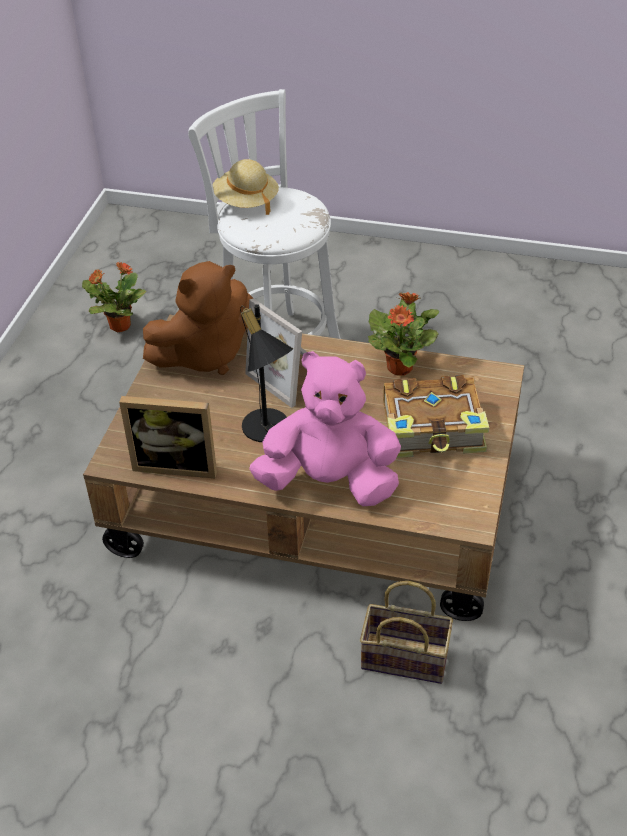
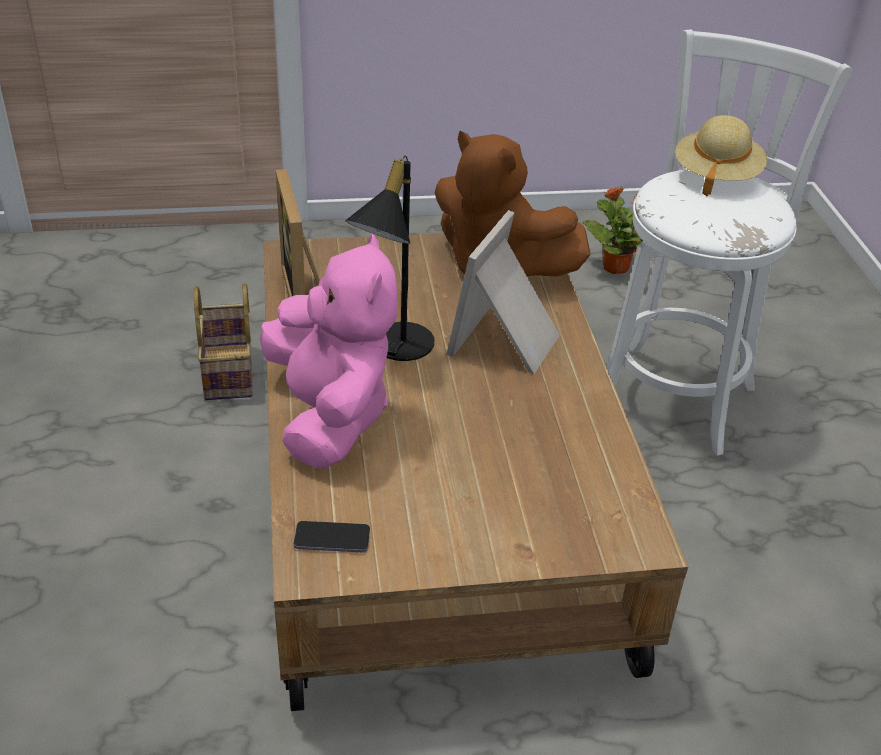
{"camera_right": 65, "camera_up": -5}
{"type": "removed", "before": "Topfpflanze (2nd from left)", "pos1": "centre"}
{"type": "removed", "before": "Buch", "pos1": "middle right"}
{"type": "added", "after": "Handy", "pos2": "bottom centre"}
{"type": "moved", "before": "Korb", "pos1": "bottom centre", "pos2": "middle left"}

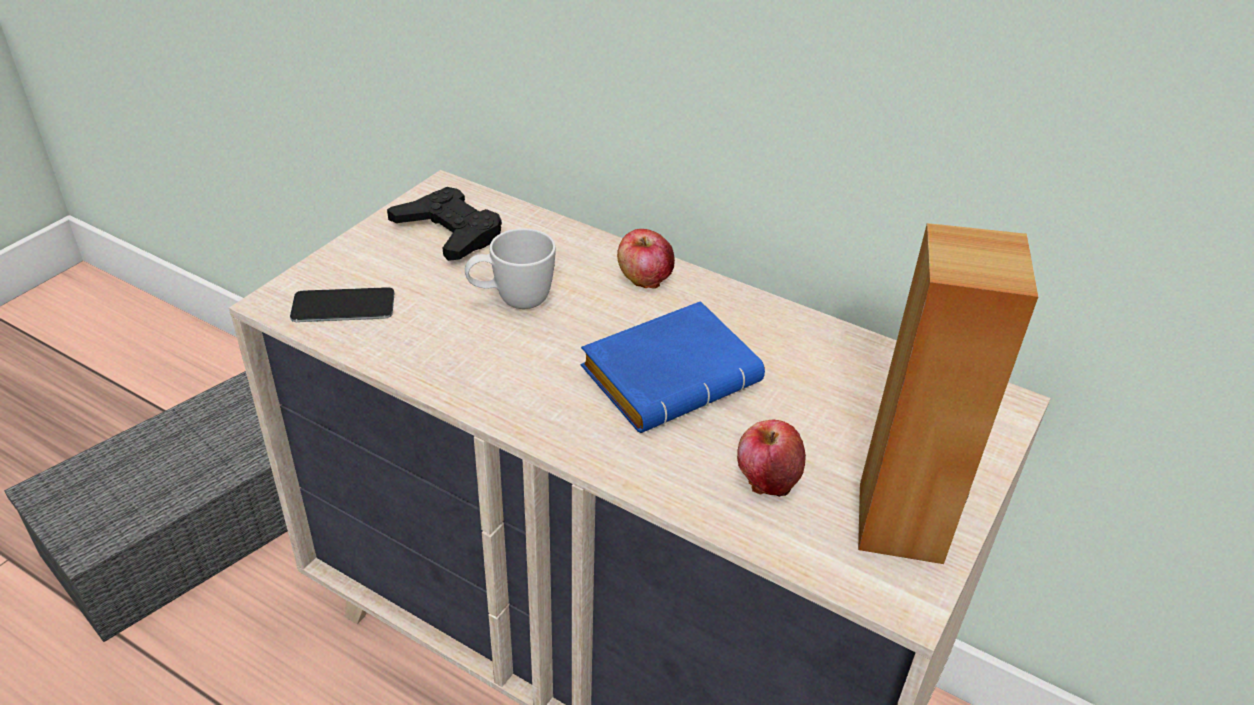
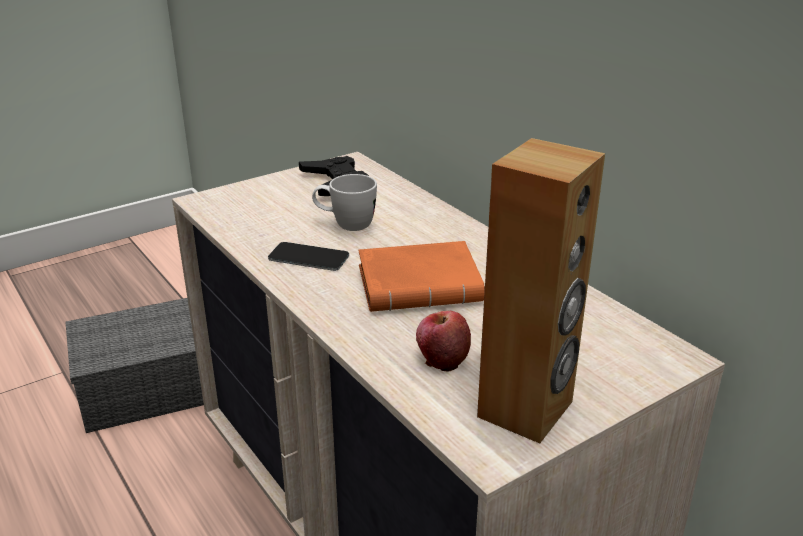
{"camera_right": 25, "camera_up": -10}
{"type": "removed", "before": "Apfel (1st from left)", "pos1": "centre"}
{"type": "moved", "before": "Handy", "pos1": "middle left", "pos2": "centre"}
{"type": "recoloured", "before": "Buch [blau]", "after": "Buch [orange]", "pos1": "centre", "pos2": "centre"}

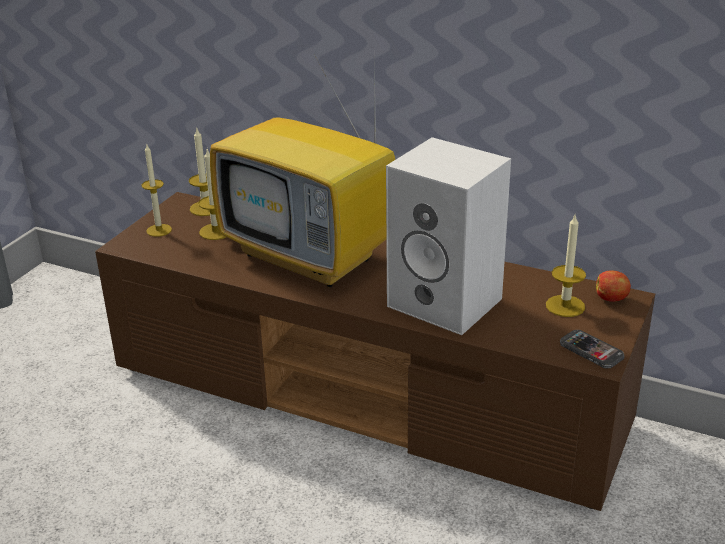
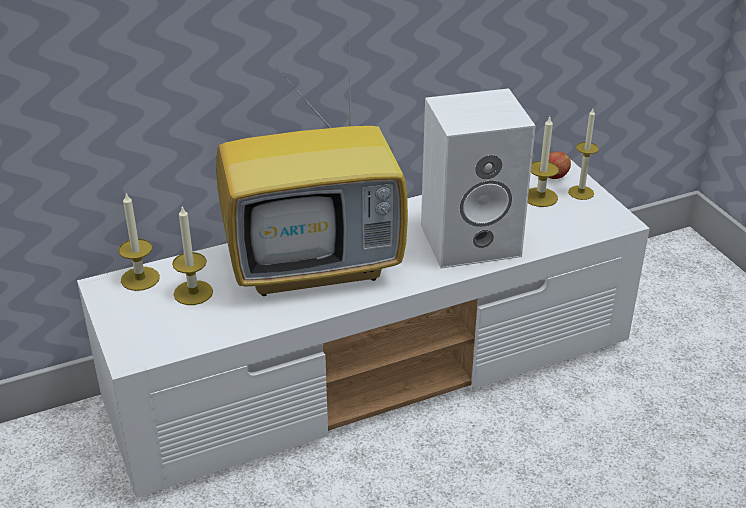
{"camera_right": -50, "camera_up": 5}
{"type": "removed", "before": "Handy", "pos1": "middle right"}
{"type": "moved", "before": "Kerze (1st from left in the first image)", "after": "Kerze (4th from left)", "pos1": "middle left", "pos2": "top right"}
{"type": "recoloured", "before": "Fernsehschrank [braun]", "after": "Fernsehschrank [weiß]", "pos1": "centre", "pos2": "centre"}

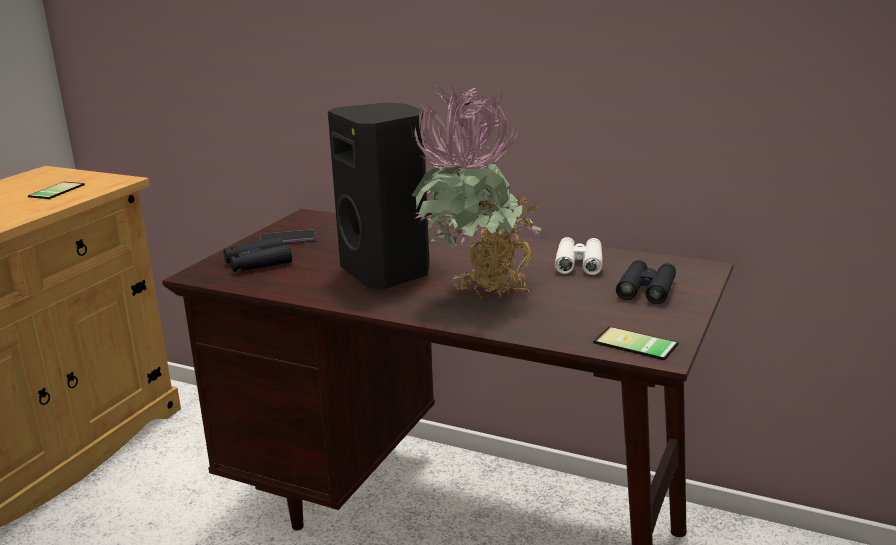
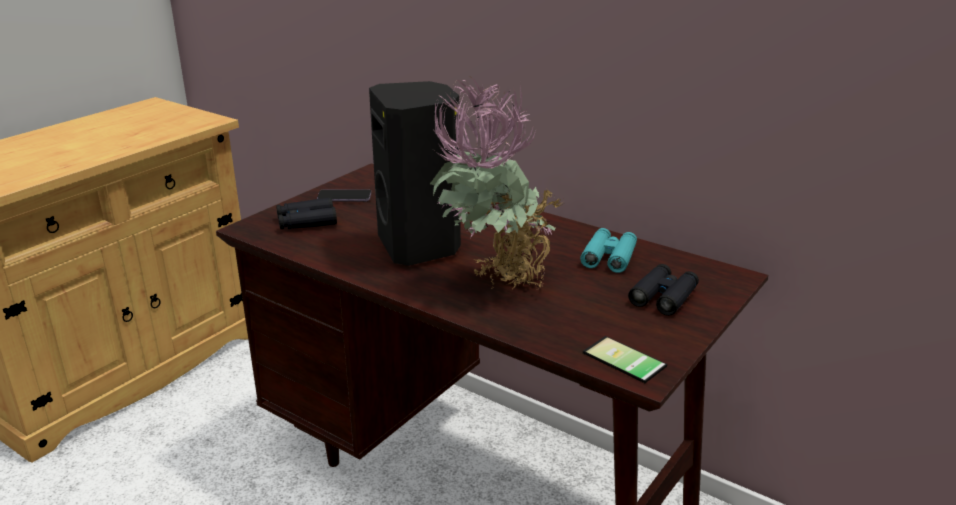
{"camera_right": 10, "camera_up": 5}
{"type": "removed", "before": "Handy (1st from left)", "pos1": "middle left"}
{"type": "recoloured", "before": "Fernglas [weiß]", "after": "Fernglas [türkis]", "pos1": "centre", "pos2": "centre"}

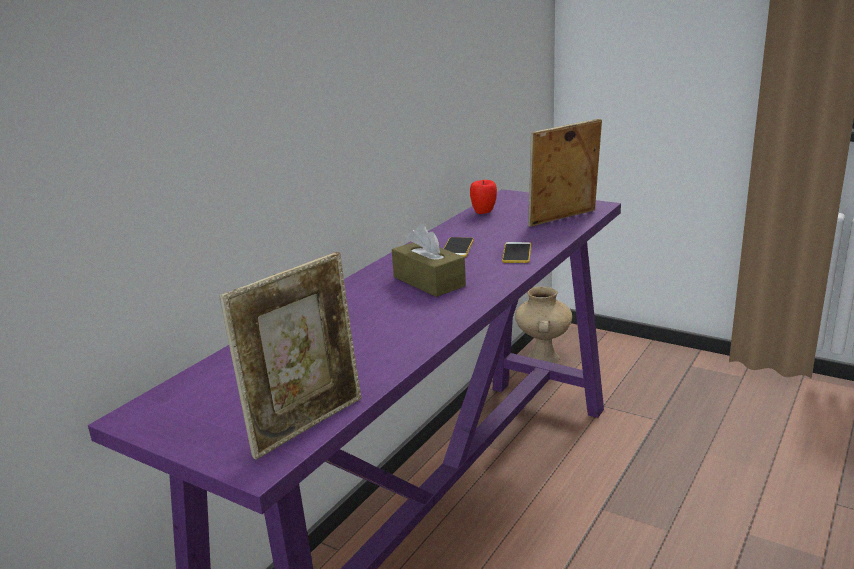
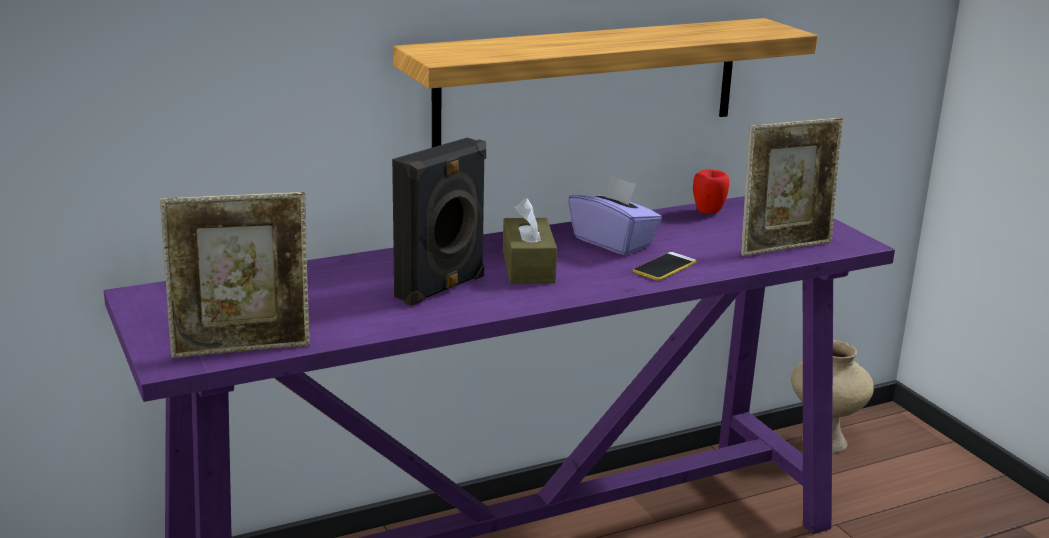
{"camera_right": 30, "camera_up": 0}
{"type": "added", "after": "Lautsprecher [schwarz]", "pos2": "centre"}
{"type": "added", "after": "Wandregal", "pos2": "top centre"}
{"type": "replaced", "before": "Handy (1st from left)", "after": "Taschentuchbox [lila]", "pos1": "centre", "pos2": "centre"}
{"type": "turned", "before": "Bilderrahmen (2nd from left)", "pos1": "top centre", "pos2": "middle right", "turn": 150}

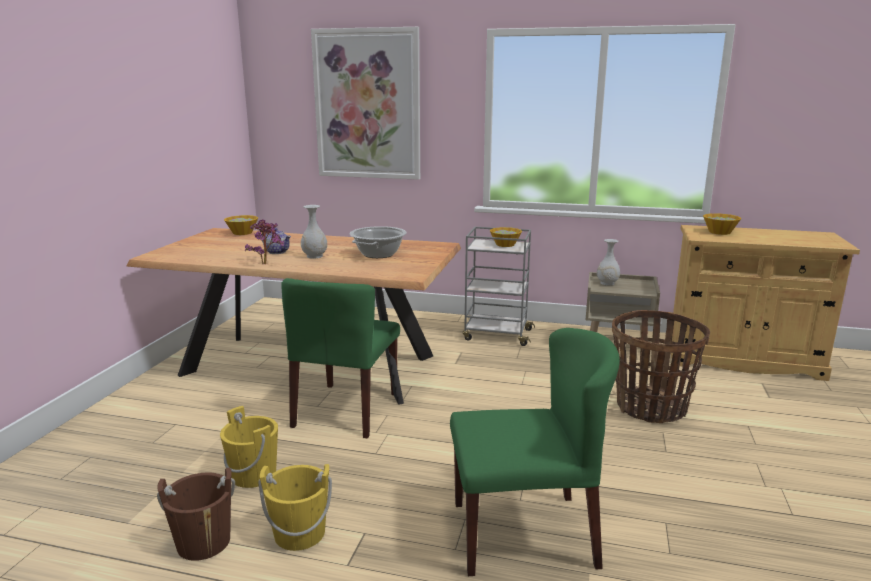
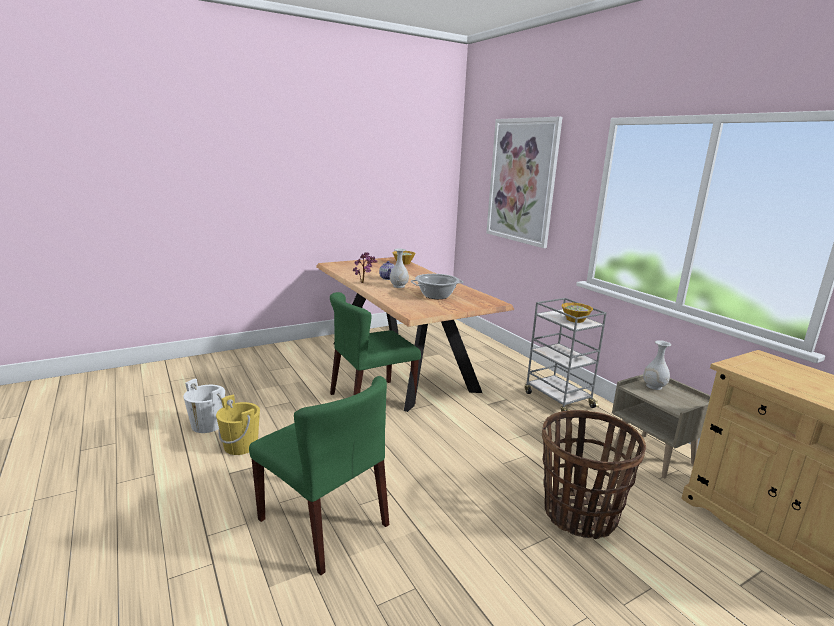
{"camera_right": 45, "camera_up": 0}
{"type": "removed", "before": "Eimer [gelb] (1st from left)", "pos1": "bottom left"}
{"type": "removed", "before": "Schüssel (3rd from left)", "pos1": "middle right"}
{"type": "recoloured", "before": "Eimer [braun]", "after": "Eimer [weiß]", "pos1": "bottom left", "pos2": "middle left"}

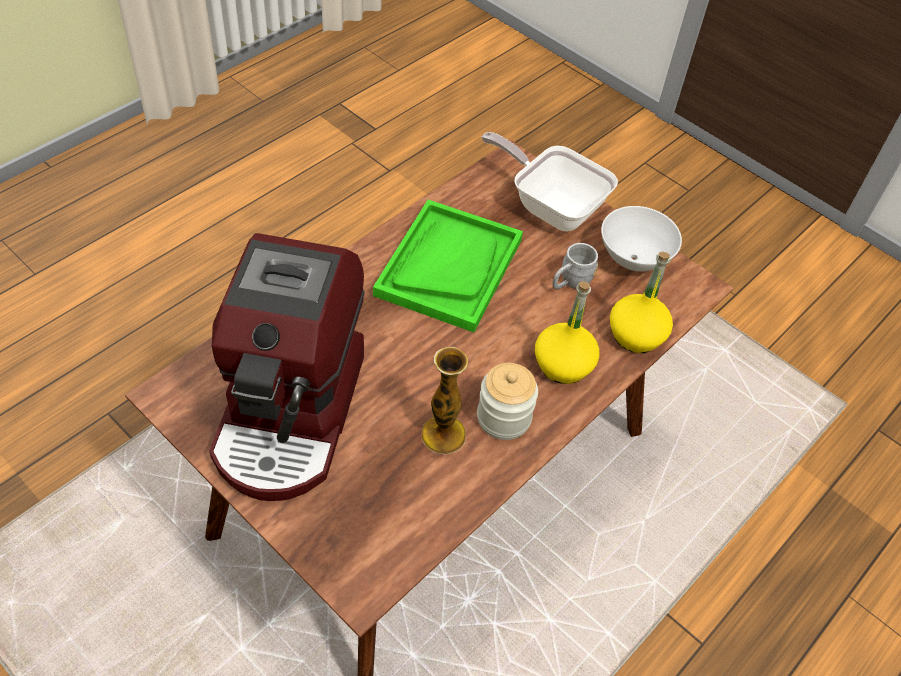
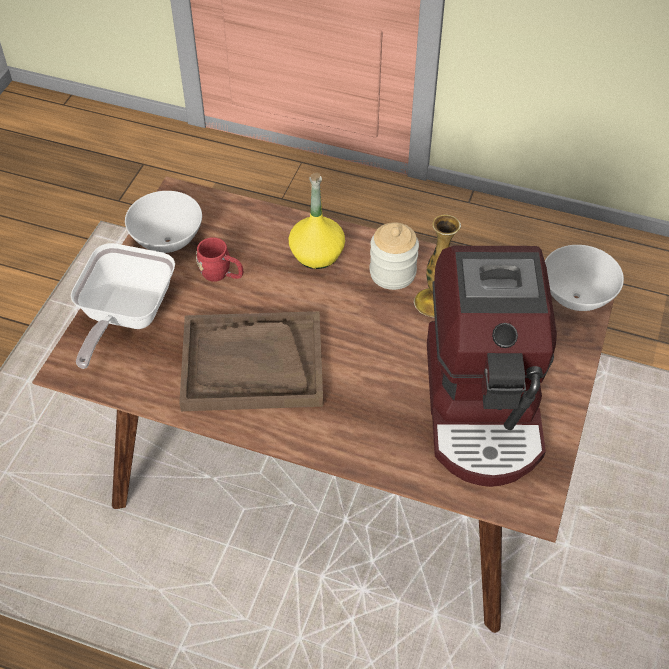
{"camera_right": -110, "camera_up": 0}
{"type": "removed", "before": "Flasche [gelb] (2nd from left)", "pos1": "middle right"}
{"type": "added", "after": "Schüssel [weiß] (2nd from left)", "pos2": "middle right"}
{"type": "recoloured", "before": "Tablett [grün]", "after": "Tablett [braun]", "pos1": "centre", "pos2": "centre"}
{"type": "recoloured", "before": "Henkelbecher [grau]", "after": "Henkelbecher [rot]", "pos1": "centre", "pos2": "middle left"}
{"type": "turned", "before": "Kaffeemaschine", "pos1": "middle left", "pos2": "middle right", "turn": 105}

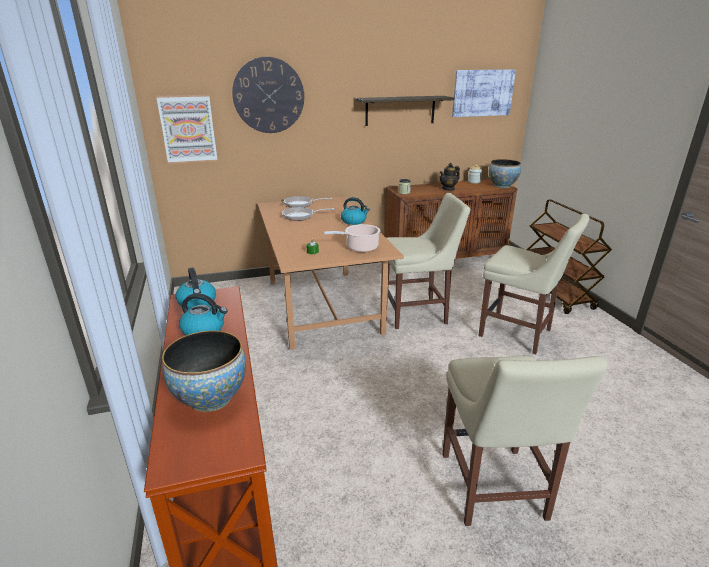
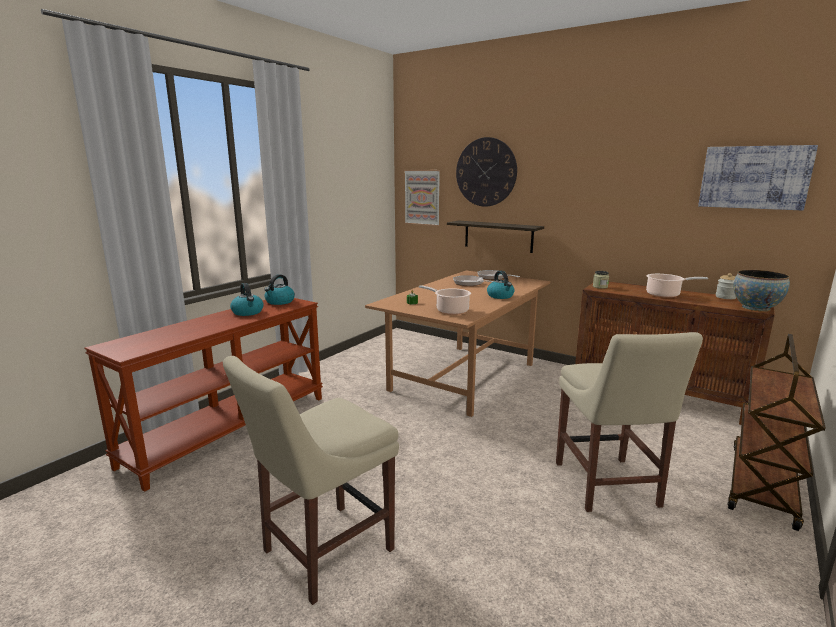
{"camera_right": 50, "camera_up": -10}
{"type": "removed", "before": "Schüssel (1st from left)", "pos1": "middle left"}
{"type": "removed", "before": "Stuhl [beige] (1st from left)", "pos1": "centre"}
{"type": "moved", "before": "Wandregal", "pos1": "top centre", "pos2": "centre"}
{"type": "replaced", "before": "Teekanne", "after": "Kochtopf (2nd from left)", "pos1": "top centre", "pos2": "middle right"}

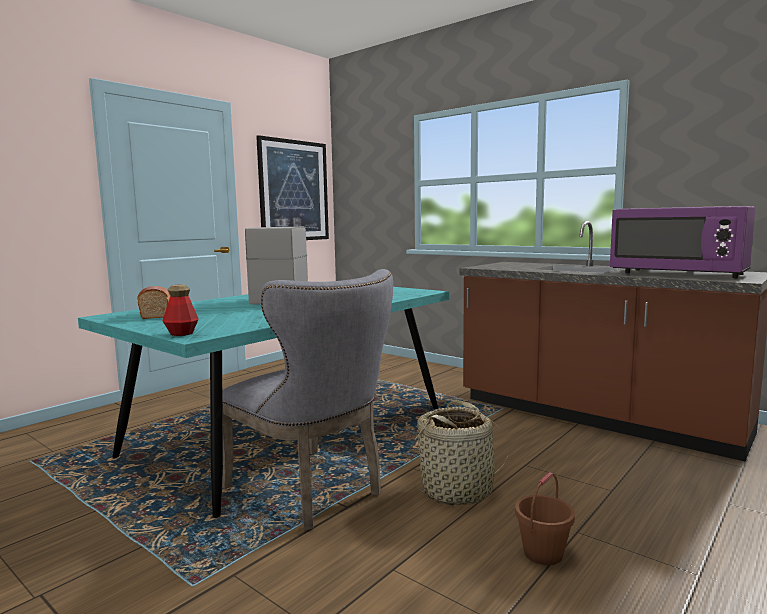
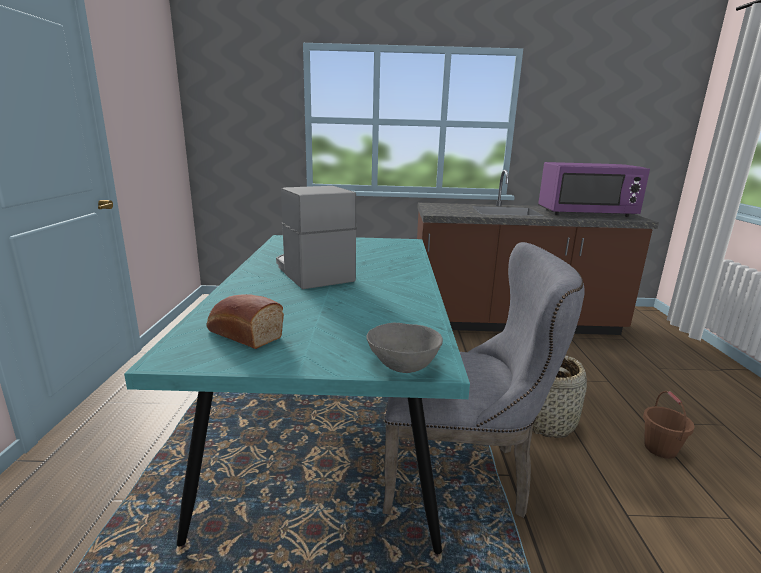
{"camera_right": -40, "camera_up": 10}
{"type": "removed", "before": "Bild", "pos1": "top centre"}
{"type": "replaced", "before": "Flasche", "after": "Schüssel [grau]", "pos1": "middle left", "pos2": "centre"}

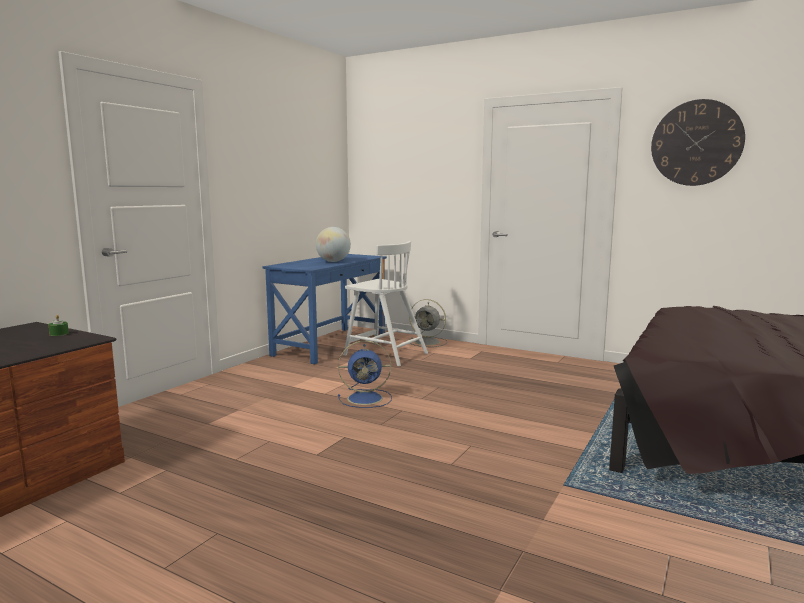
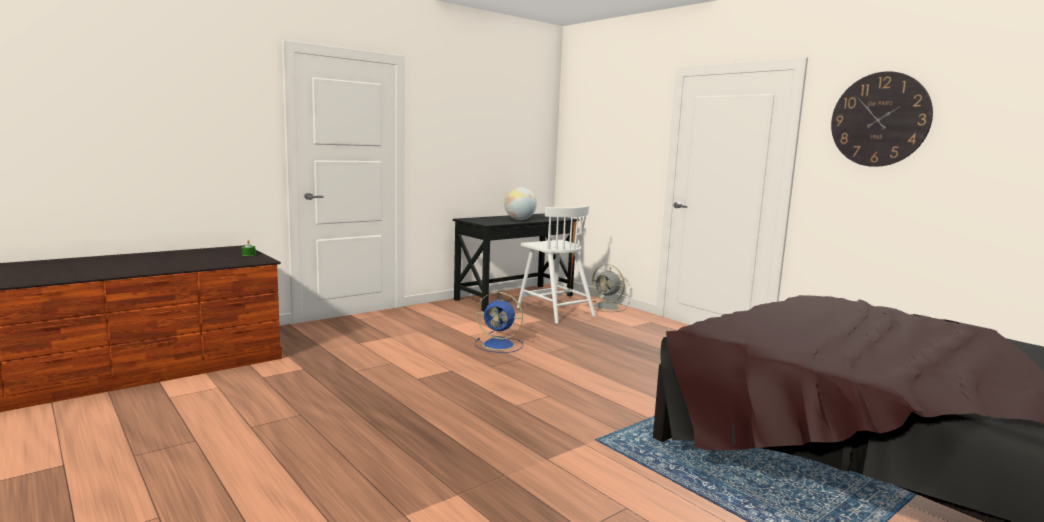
{"camera_right": 20, "camera_up": 0}
{"type": "recoloured", "before": "Schreibtisch [blau]", "after": "Schreibtisch [schwarz]", "pos1": "centre", "pos2": "centre"}

